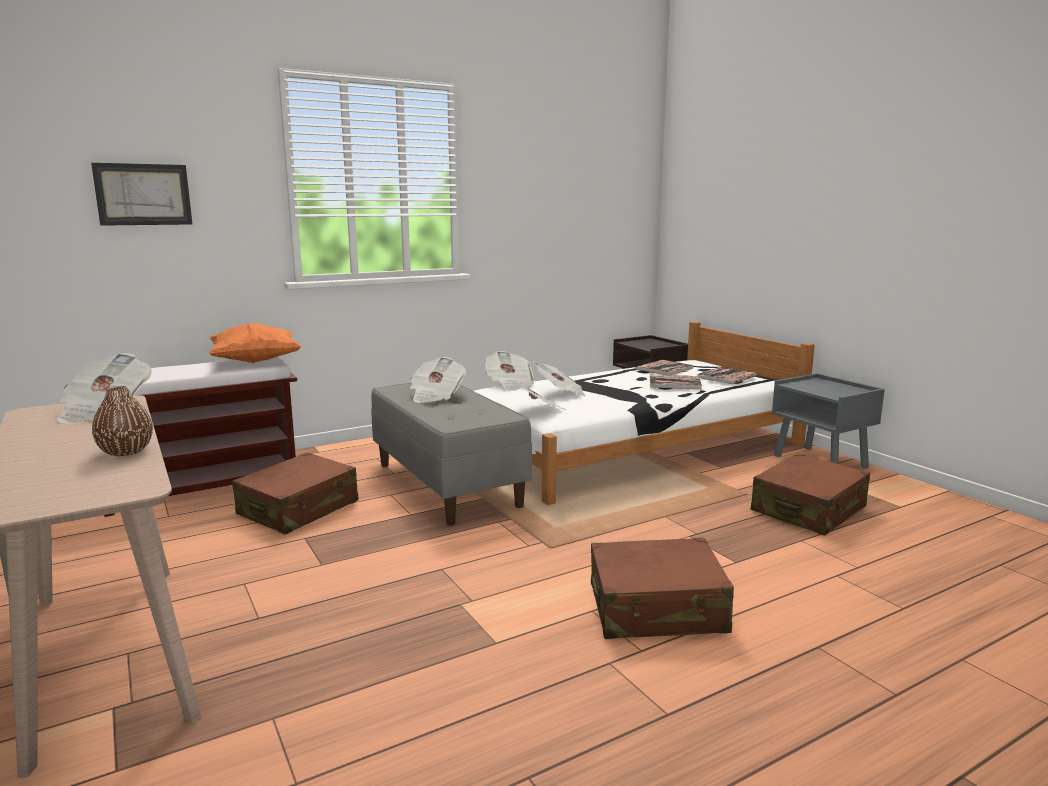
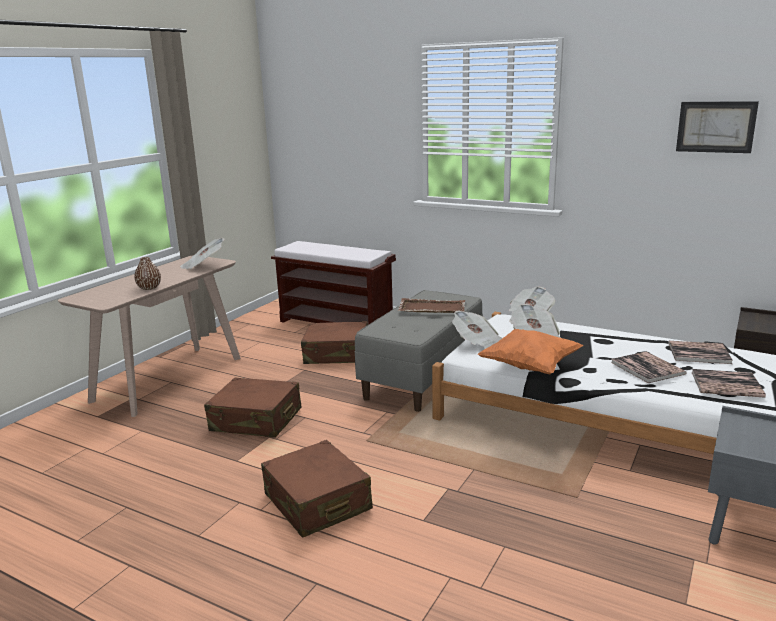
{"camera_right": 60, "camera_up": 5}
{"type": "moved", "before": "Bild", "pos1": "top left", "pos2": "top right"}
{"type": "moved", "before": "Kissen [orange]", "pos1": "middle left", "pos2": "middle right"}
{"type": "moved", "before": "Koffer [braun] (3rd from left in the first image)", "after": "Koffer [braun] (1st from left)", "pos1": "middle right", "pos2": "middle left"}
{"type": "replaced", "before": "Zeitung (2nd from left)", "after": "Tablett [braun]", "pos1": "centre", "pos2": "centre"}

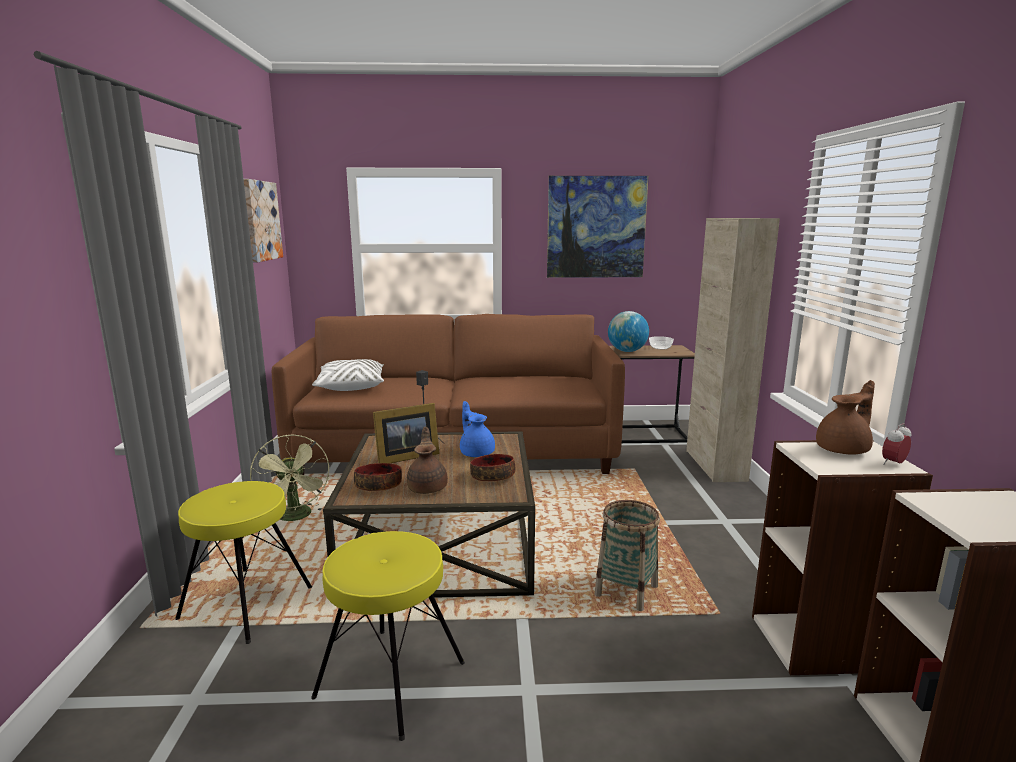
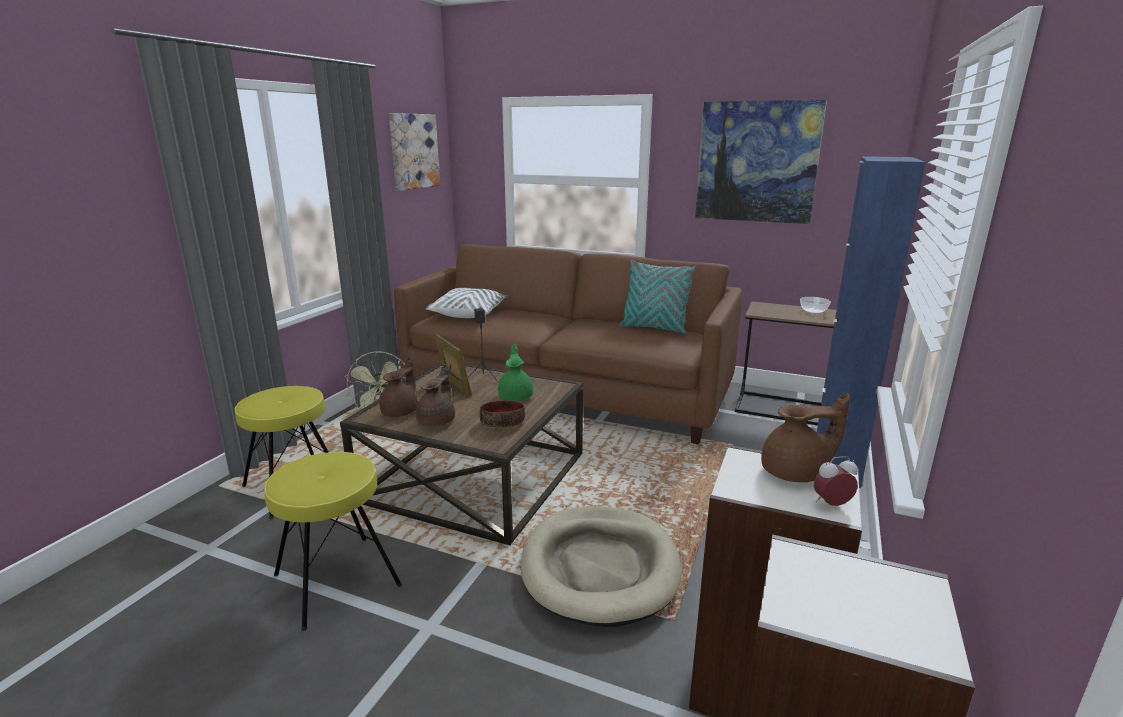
{"camera_right": 25, "camera_up": 5}
{"type": "removed", "before": "Globus", "pos1": "centre"}
{"type": "added", "after": "Kissen [türkis]", "pos2": "centre"}
{"type": "replaced", "before": "Schüssel (1st from left)", "after": "Teekanne [braun] (1st from left)", "pos1": "centre", "pos2": "centre"}
{"type": "replaced", "before": "Korb", "after": "Hundebett [beige]", "pos1": "bottom centre", "pos2": "bottom centre"}
{"type": "recoloured", "before": "Teekanne [blau]", "after": "Teekanne [grün]", "pos1": "centre", "pos2": "centre"}
{"type": "recoloured", "before": "Schrank [beige]", "after": "Schrank [blau]", "pos1": "middle right", "pos2": "middle right"}
{"type": "turned", "before": "Bilderrahmen", "pos1": "centre", "pos2": "centre", "turn": -120}

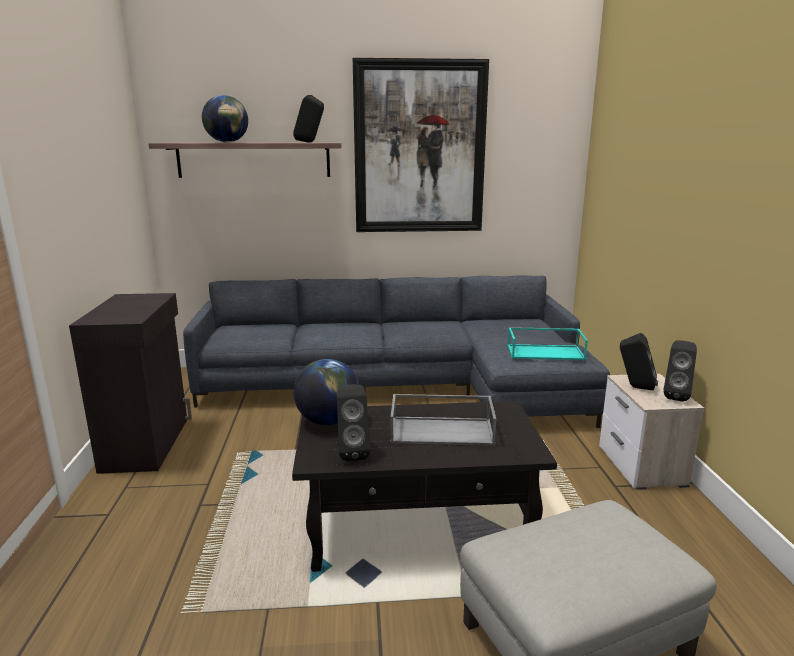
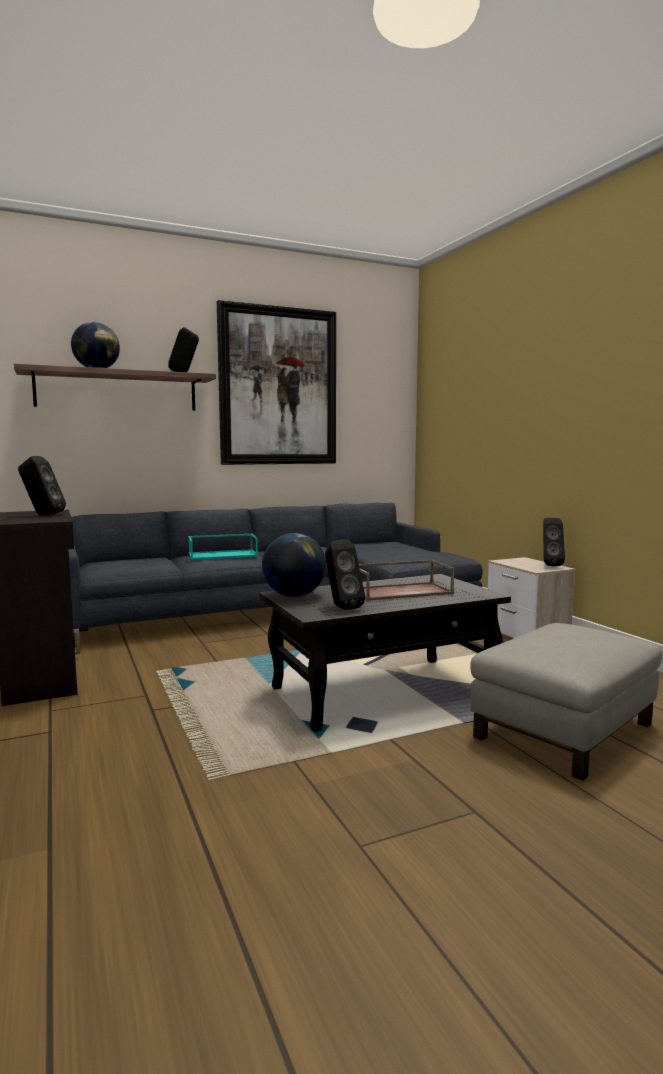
{"camera_right": -20, "camera_up": -10}
{"type": "moved", "before": "Tablett [türkis]", "pos1": "middle right", "pos2": "centre"}
{"type": "moved", "before": "Lautsprecher [schwarz] (3rd from left in the first image)", "after": "Lautsprecher [schwarz] (1st from left)", "pos1": "middle right", "pos2": "middle left"}
{"type": "recoloured", "before": "Tablett [grau]", "after": "Tablett [braun]", "pos1": "centre", "pos2": "centre"}

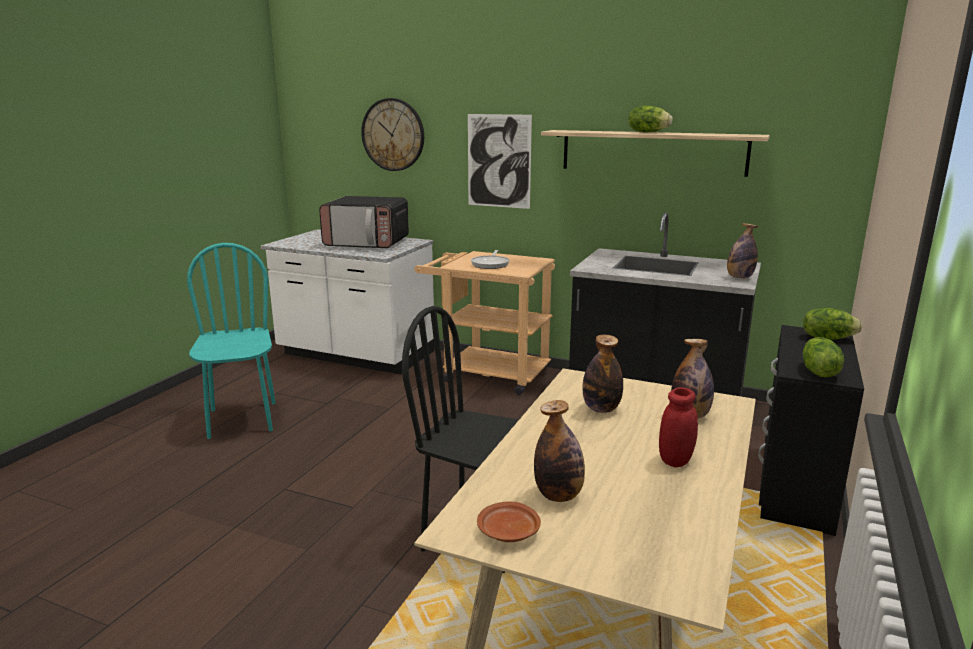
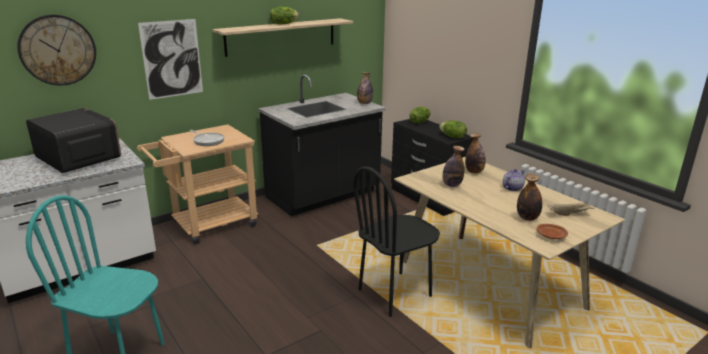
{"camera_right": -60, "camera_up": 5}
{"type": "added", "after": "Tablett [beige]", "pos2": "middle right"}
{"type": "replaced", "before": "Vorratsglas [rot]", "after": "Teekanne", "pos1": "middle right", "pos2": "middle right"}
{"type": "turned", "before": "Mikrowelle", "pos1": "centre", "pos2": "middle left", "turn": -90}

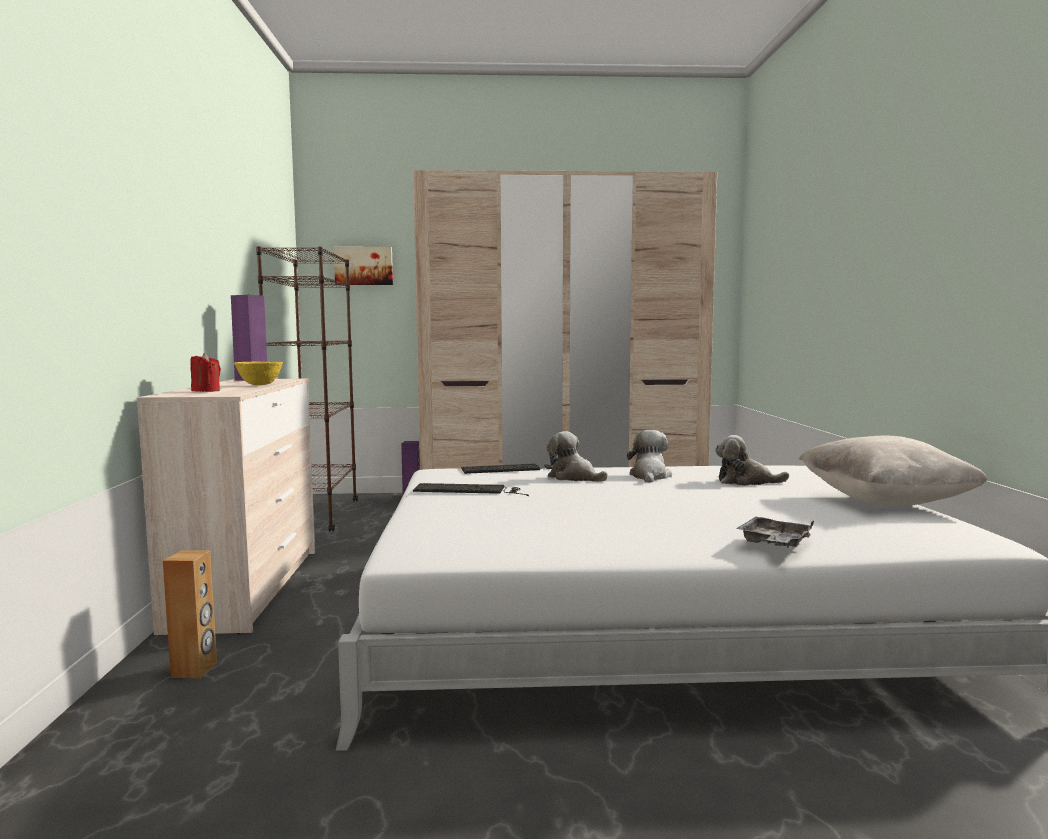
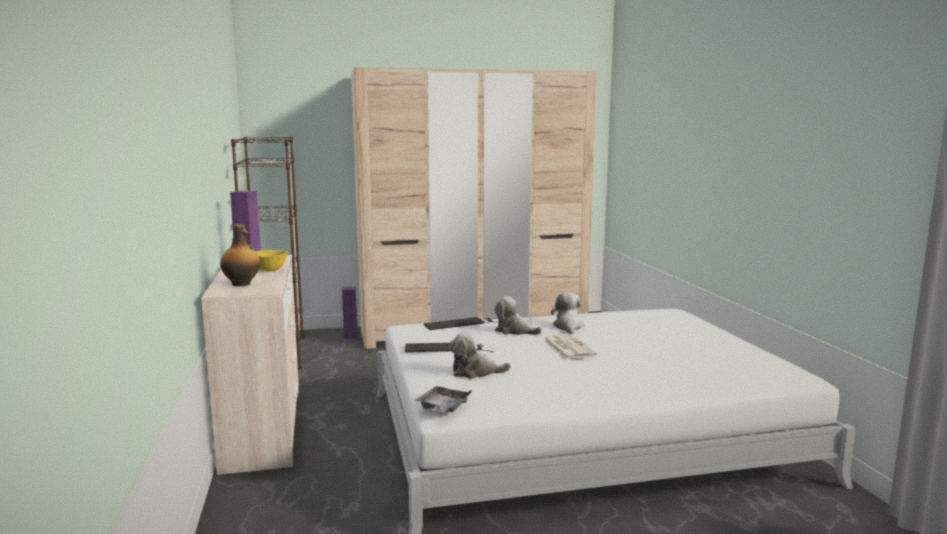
{"camera_right": -10, "camera_up": 5}
{"type": "removed", "before": "Lautsprecher [braun]", "pos1": "bottom left"}
{"type": "removed", "before": "Bild", "pos1": "top centre"}
{"type": "removed", "before": "Kissen [beige]", "pos1": "middle right"}
{"type": "added", "after": "Zeitung", "pos2": "centre"}
{"type": "moved", "before": "Plüschtier (3rd from left in the first image)", "after": "Plüschtier (1st from left)", "pos1": "middle right", "pos2": "centre"}
{"type": "moved", "before": "Tablett [grau]", "pos1": "middle right", "pos2": "bottom centre"}
{"type": "replaced", "before": "Kerze [rot]", "after": "Flasche", "pos1": "middle left", "pos2": "middle left"}

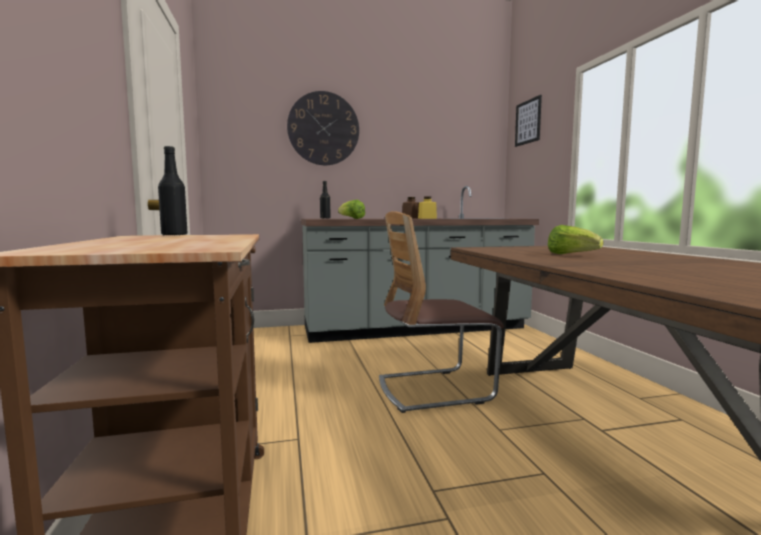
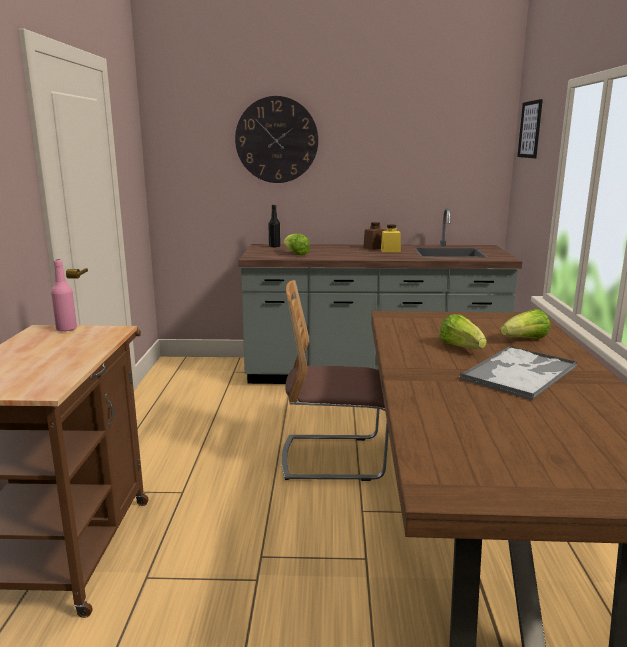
{"camera_right": 15, "camera_up": 10}
{"type": "added", "after": "Tablett", "pos2": "middle right"}
{"type": "added", "after": "Salatkopf (3rd from left)", "pos2": "middle right"}
{"type": "recoloured", "before": "Flasche [schwarz] (1st from left)", "after": "Flasche [rosa]", "pos1": "middle left", "pos2": "middle left"}

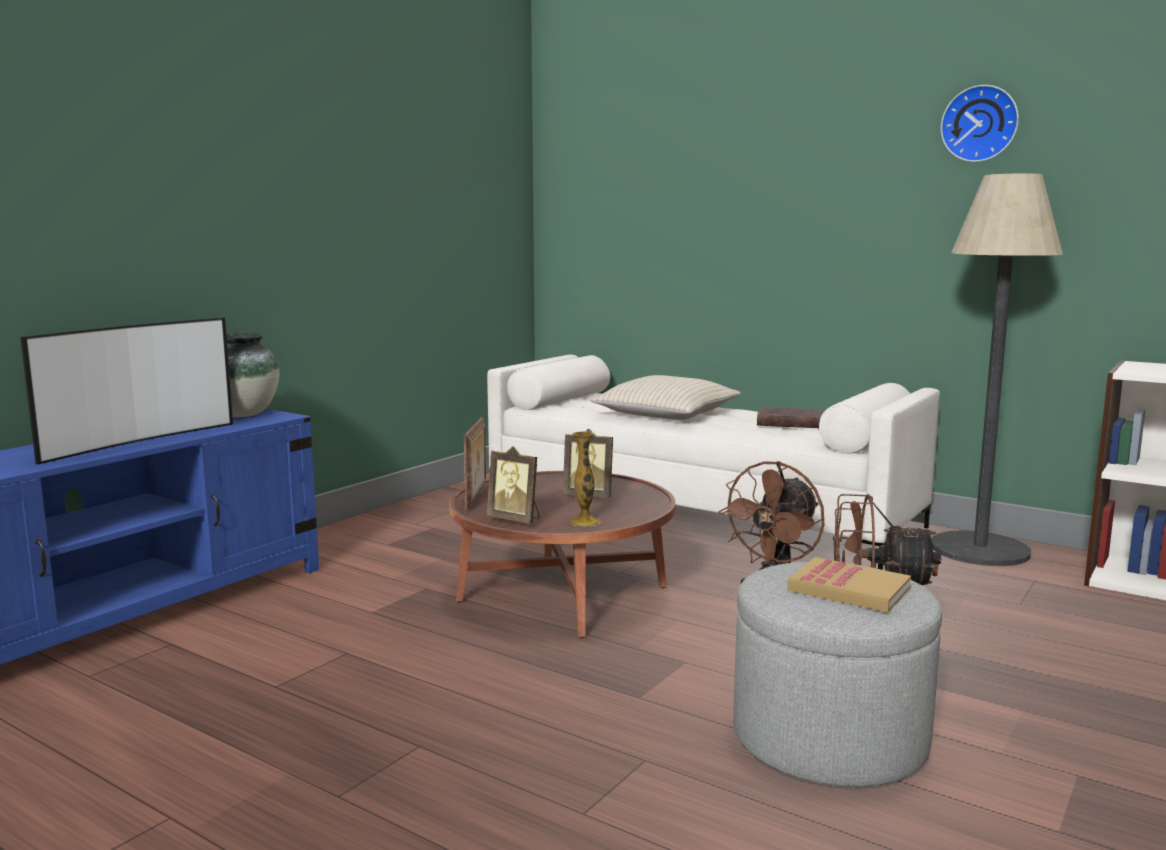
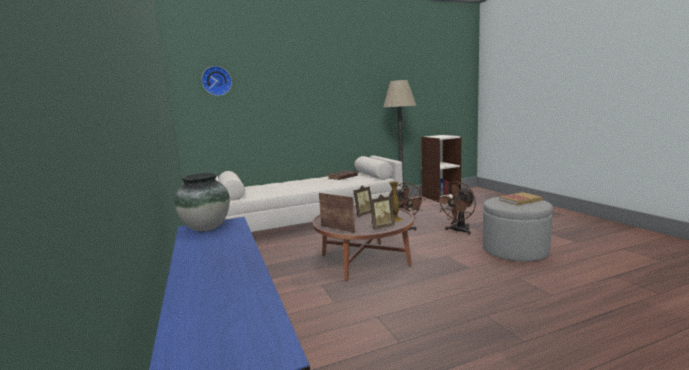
{"camera_right": -55, "camera_up": 0}
{"type": "removed", "before": "Fernseher", "pos1": "middle left"}
{"type": "removed", "before": "Kissen [beige]", "pos1": "centre"}
{"type": "moved", "before": "Wanduhr", "pos1": "top right", "pos2": "top left"}

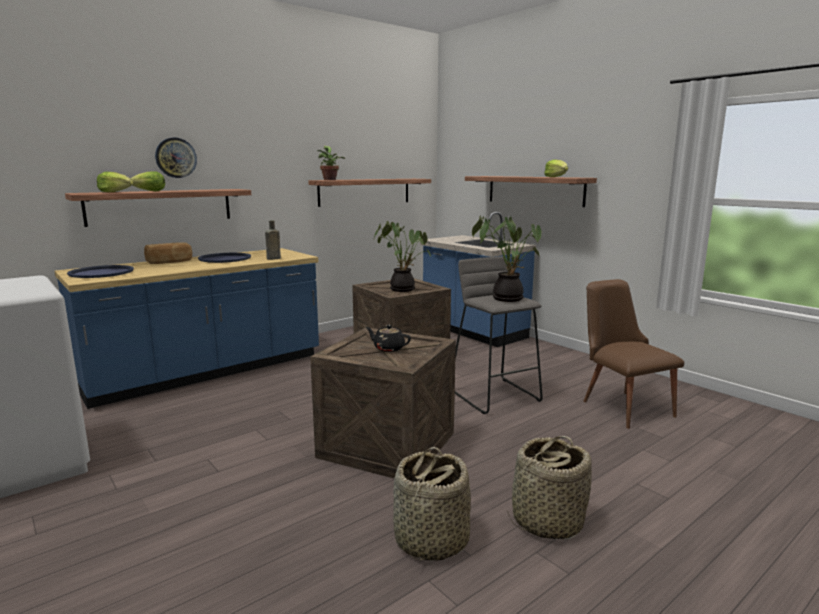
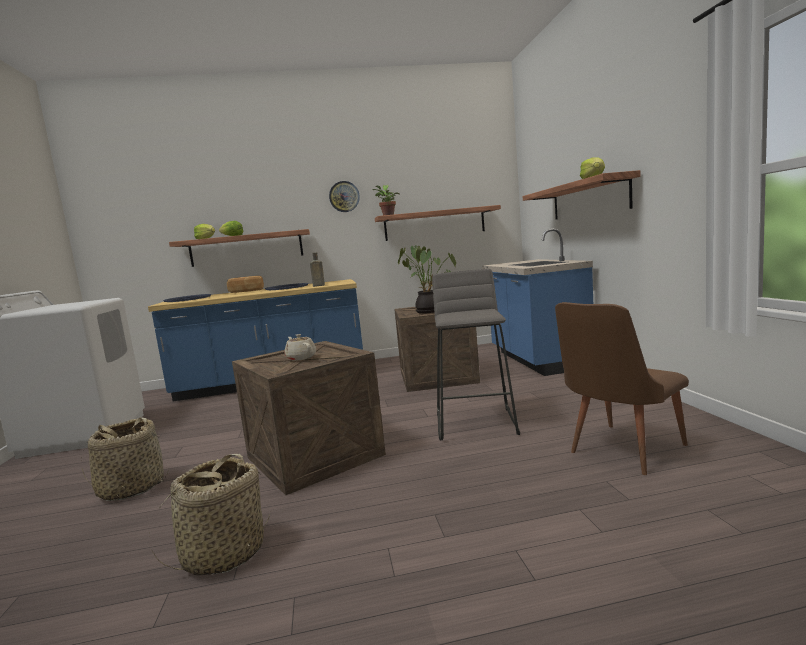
{"camera_right": 30, "camera_up": -5}
{"type": "removed", "before": "Topfpflanze (3rd from left)", "pos1": "centre"}
{"type": "moved", "before": "Wanduhr", "pos1": "top left", "pos2": "top centre"}
{"type": "moved", "before": "Korb (2nd from left in the first image)", "after": "Korb (1st from left)", "pos1": "bottom right", "pos2": "bottom left"}
{"type": "recoloured", "before": "Teekanne [schwarz]", "after": "Teekanne [beige]", "pos1": "centre", "pos2": "centre"}
{"type": "turned", "before": "Stuhl [braun]", "pos1": "middle right", "pos2": "middle right", "turn": -135}

